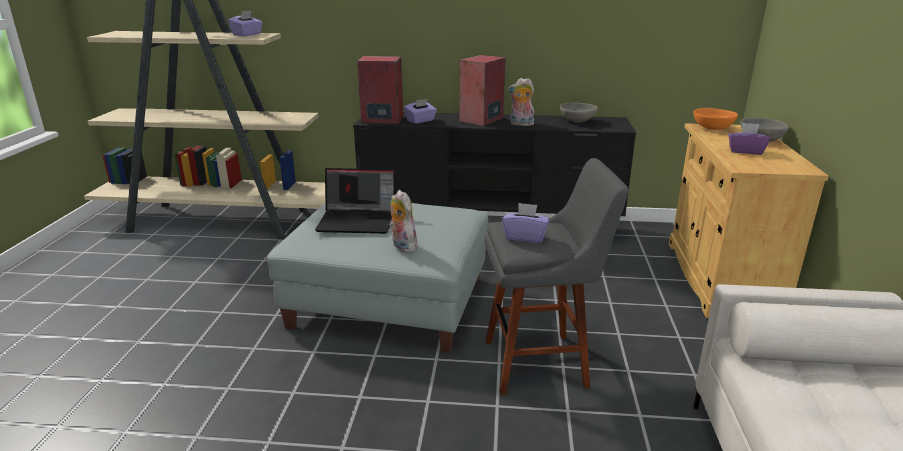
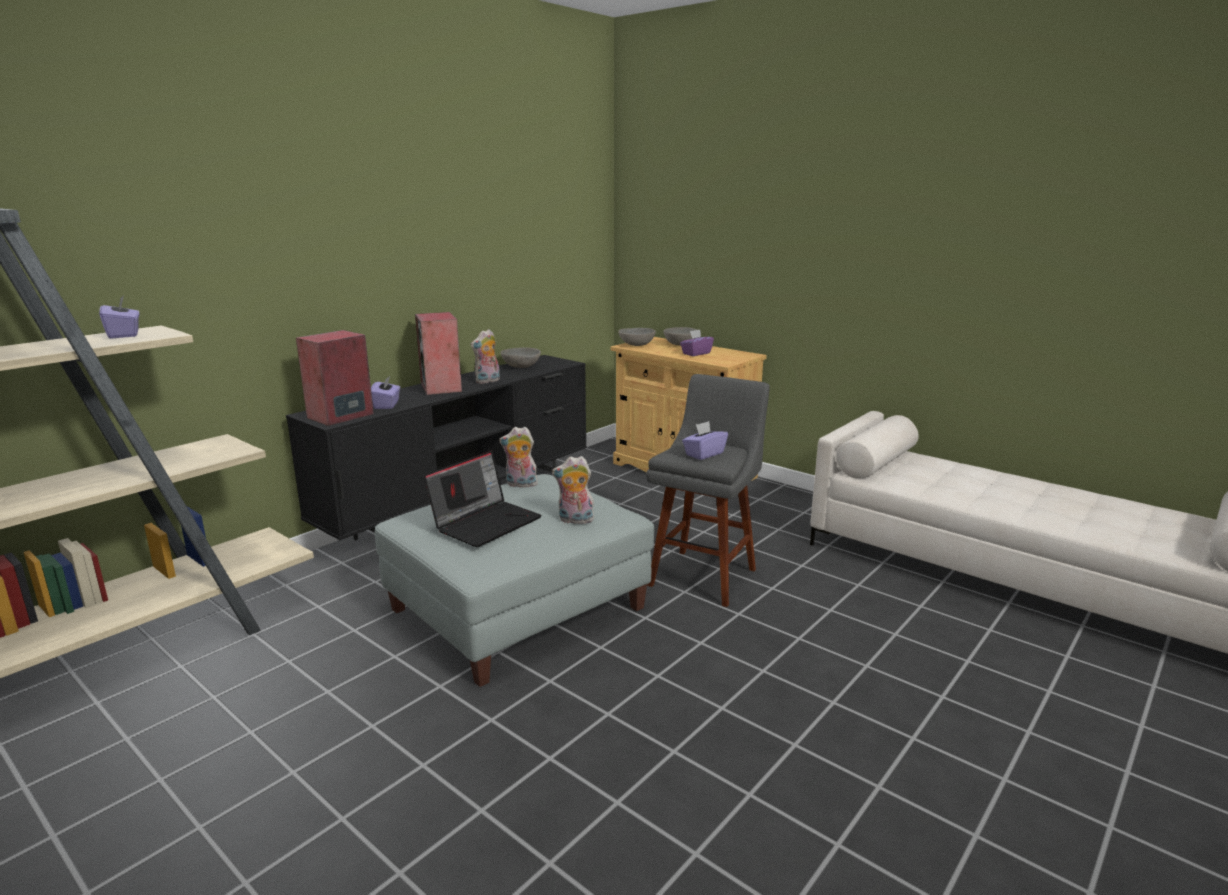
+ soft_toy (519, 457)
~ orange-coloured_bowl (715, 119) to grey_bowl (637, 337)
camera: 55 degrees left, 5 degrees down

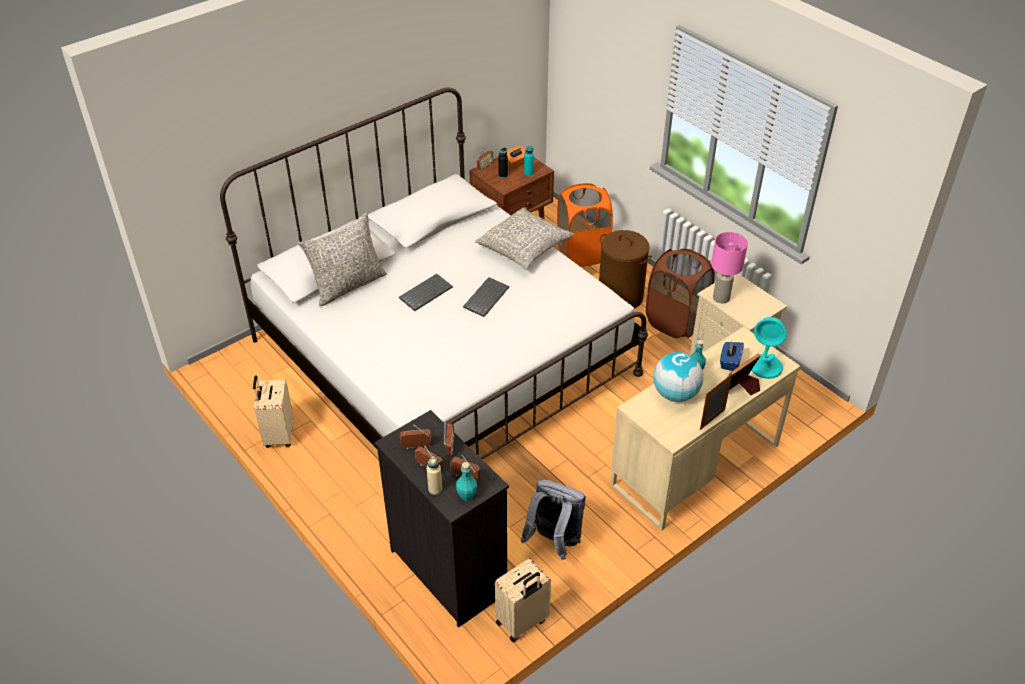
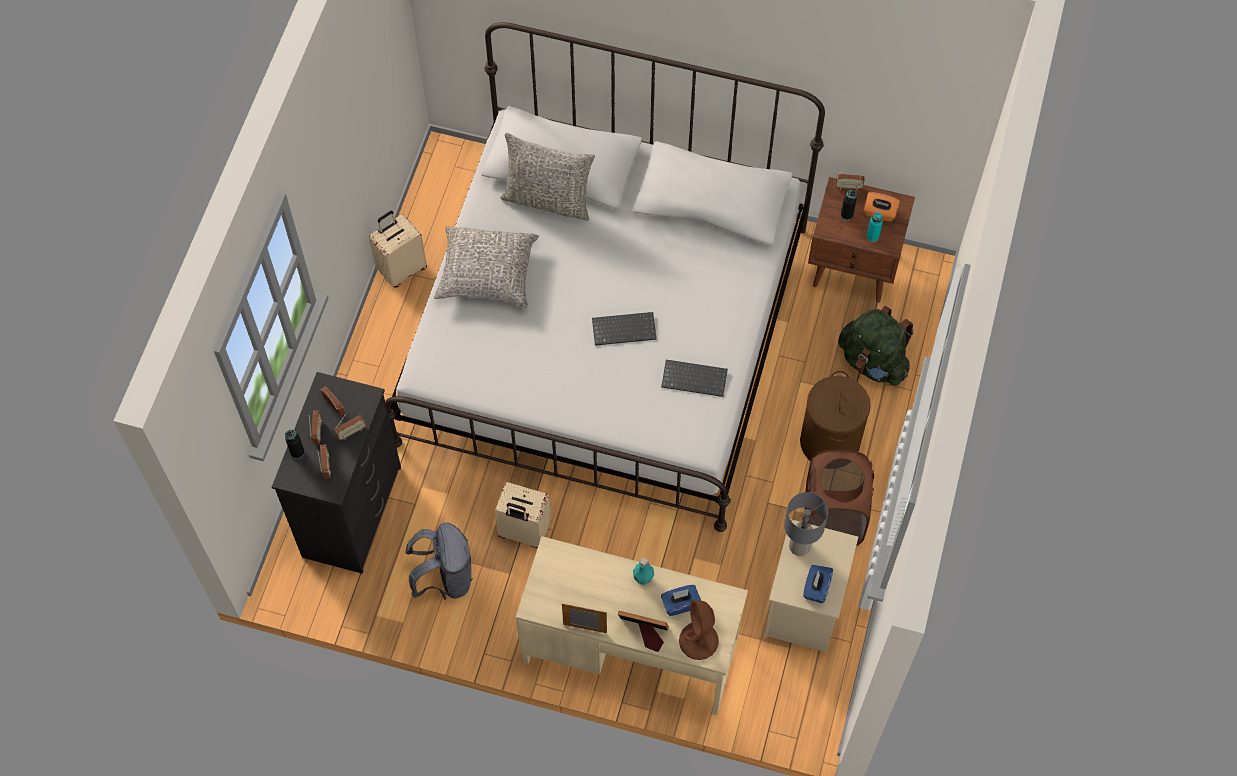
~ beige-coloured_beverage_bottle (434, 475) to blackish_beverage_bottle (295, 444)
~ grey_throw_pillow (524, 238) to (486, 267)
~ beige-coloured_suitcase (523, 600) to (523, 515)
~ keyboard (426, 292) to (694, 378)
~ turquoise-coloured_table_lamp (769, 348) to brown_table_lamp (699, 630)
~ pink_table_lamp (729, 267) to grey_table_lamp (806, 524)
+ blue_box_of_tissues (818, 584)
~ orange-coloured_laundry_basket (585, 225) to greenish_knapsack (876, 346)
- turquoise-coloured_beverage_bottle (466, 481)
- globe (678, 377)
camera: 55 degrees right, 20 degrees up

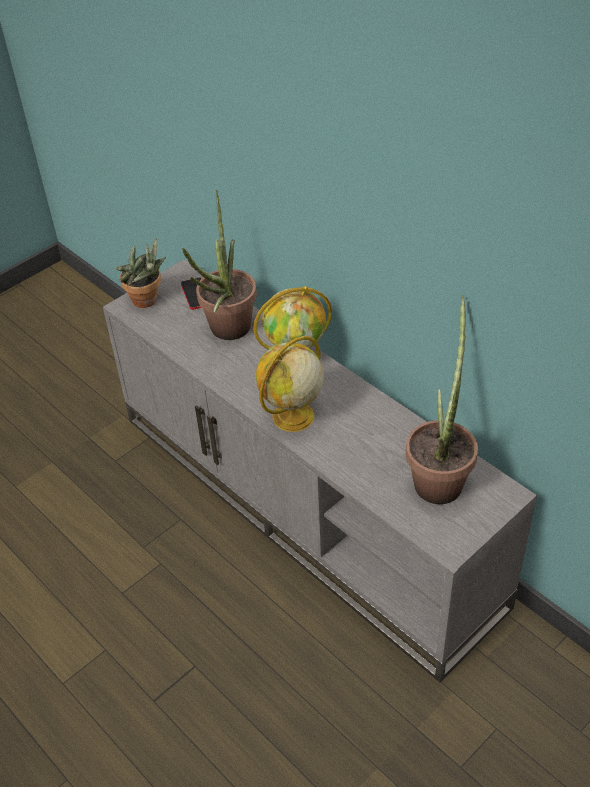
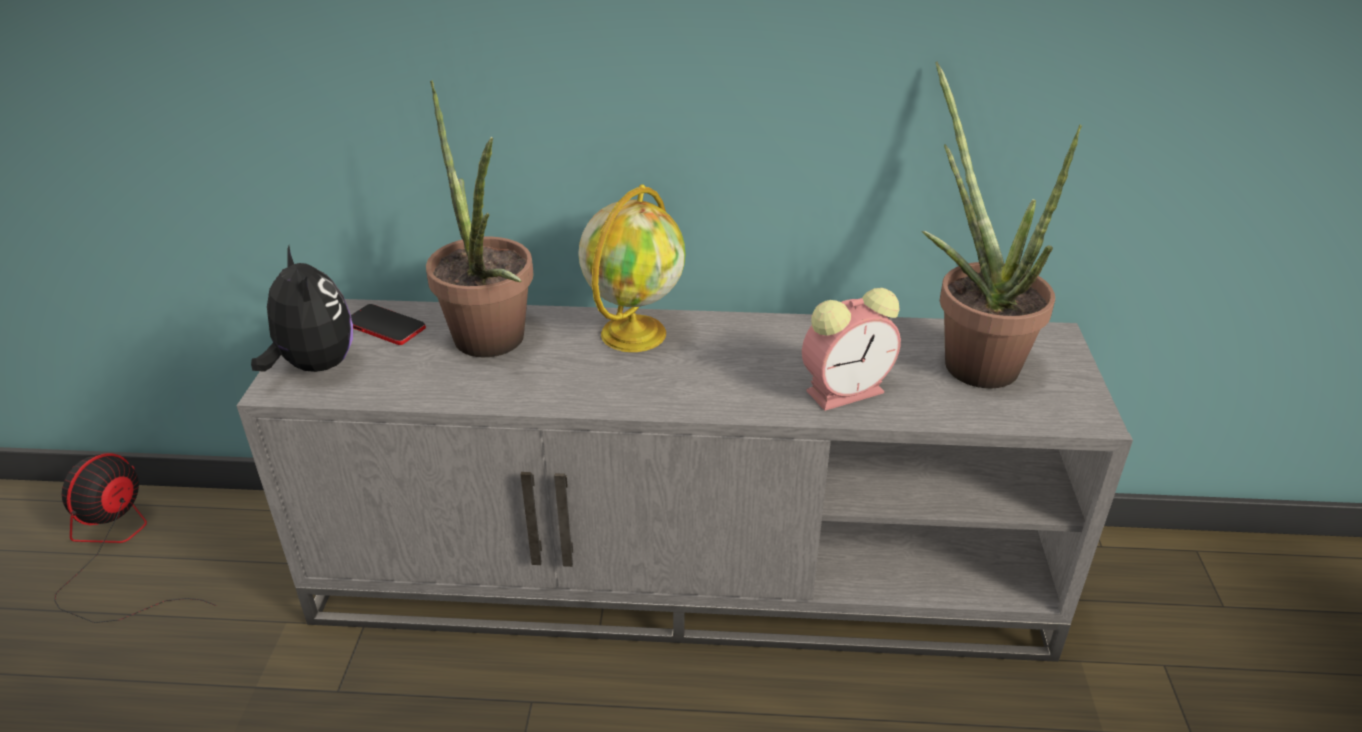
+ electric_fan (135, 538)
~ plant_in_a_pot (141, 272) to soft_toy (302, 309)
+ alarm_clock (851, 349)
- globe (290, 384)
camera: 45 degrees left, 10 degrees down

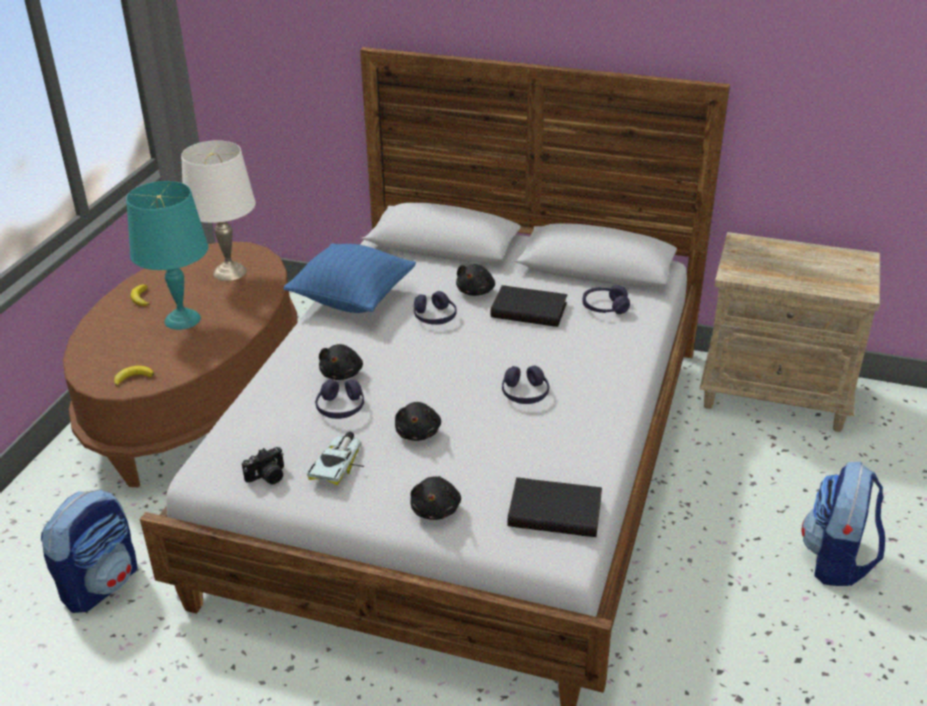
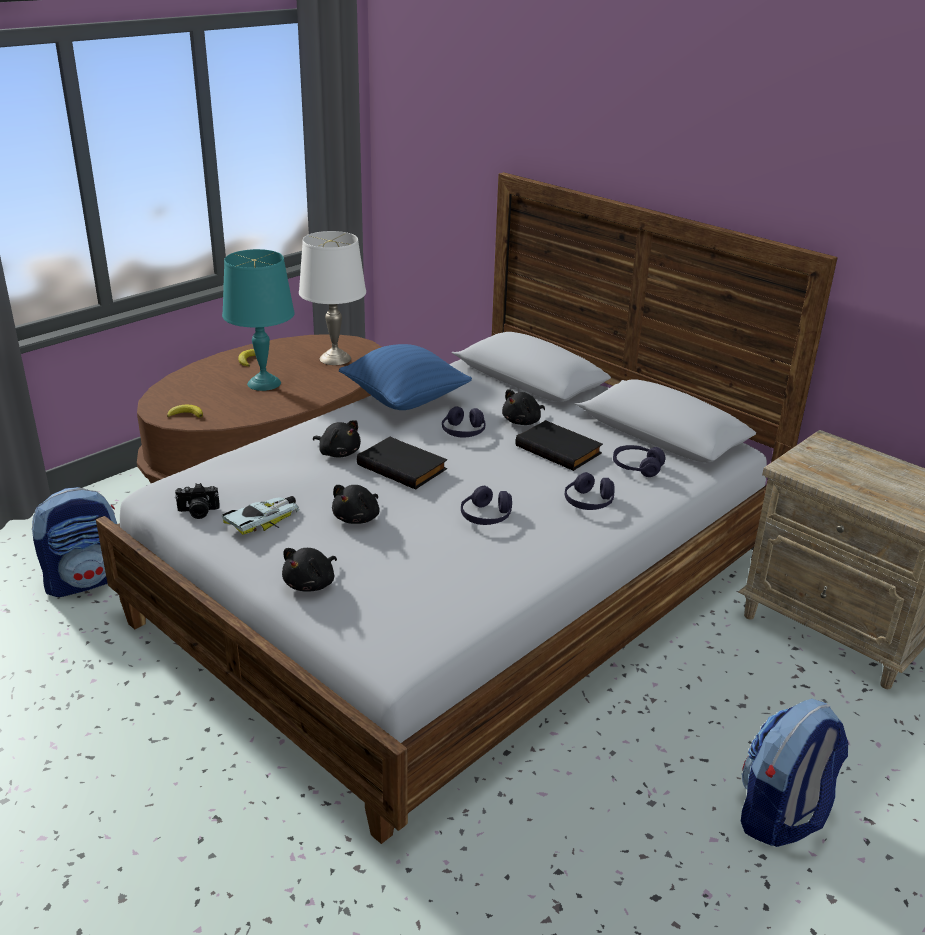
~ blackish_soft_toy (341, 362) = (337, 439) 90 degrees counterclockwise
~ blackish_volume (554, 507) to (402, 463)
~ purple_pair_of_headphones (339, 399) to (590, 491)
camera: 25 degrees right, 5 degrees down

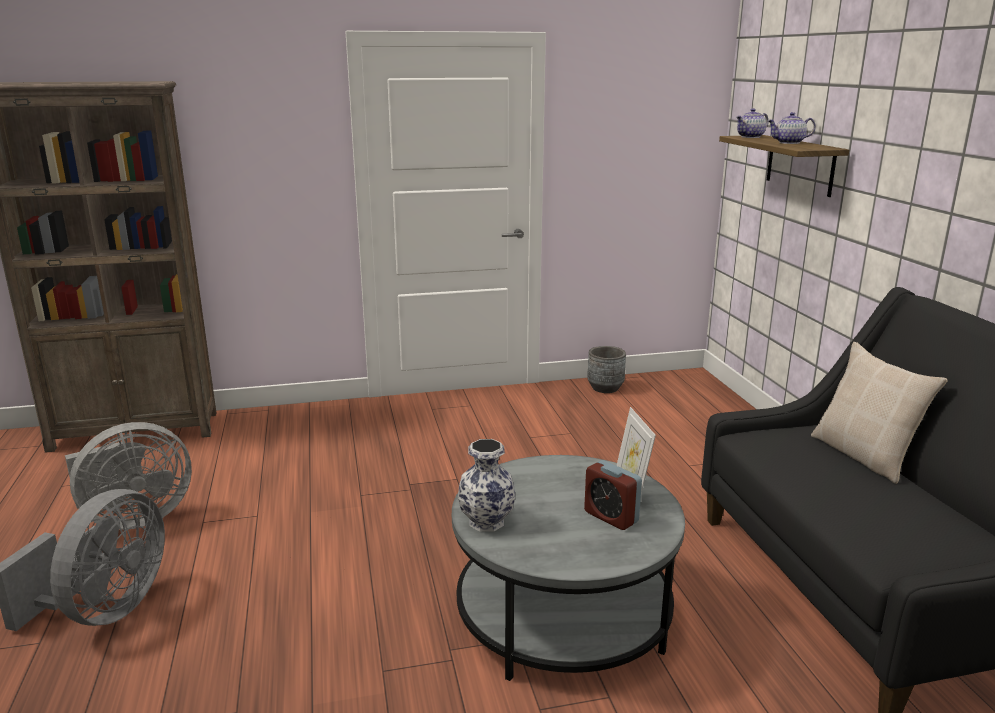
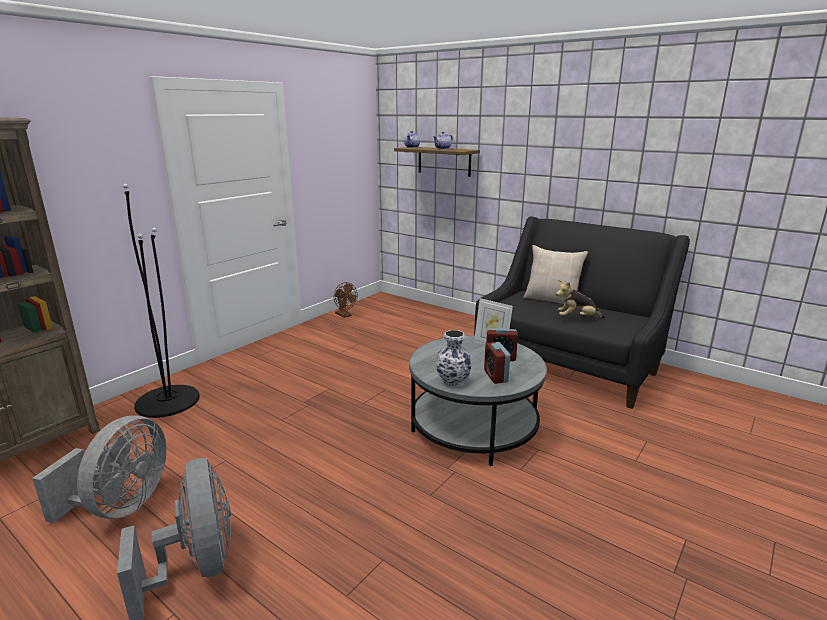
+ blackish_floor_lamp (161, 301)
~ grey_flower_pot (606, 369) to brown_electric_fan (346, 300)
+ alarm_clock (497, 363)
+ soft_toy (581, 299)
camera: 40 degrees left, 0 degrees up

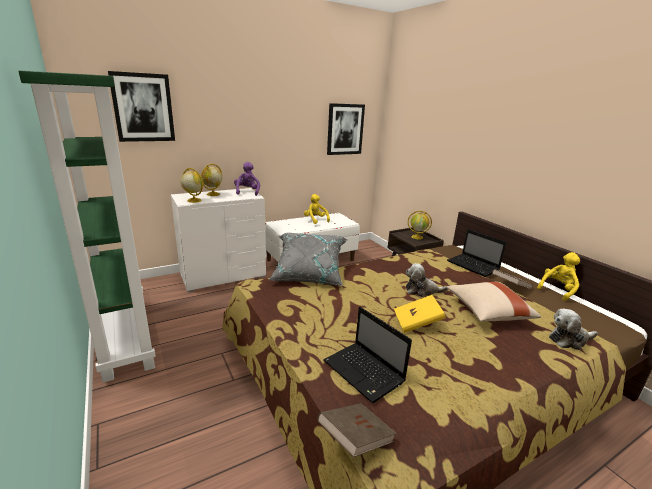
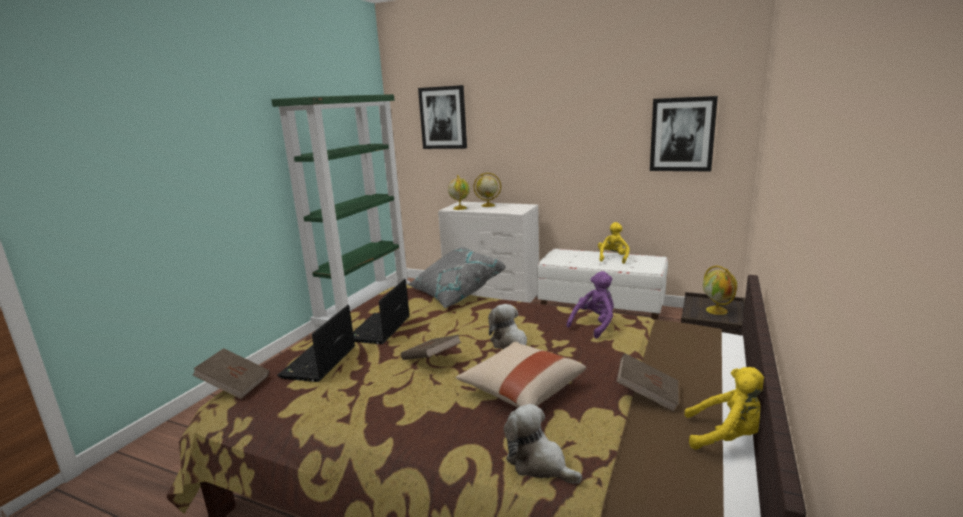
~ laptop (476, 253) to (381, 311)
~ yellow-coloured_volume (420, 314) to brown_volume (431, 347)
~ purple_soft_toy (247, 179) to (590, 305)
camera: 55 degrees right, 5 degrees down

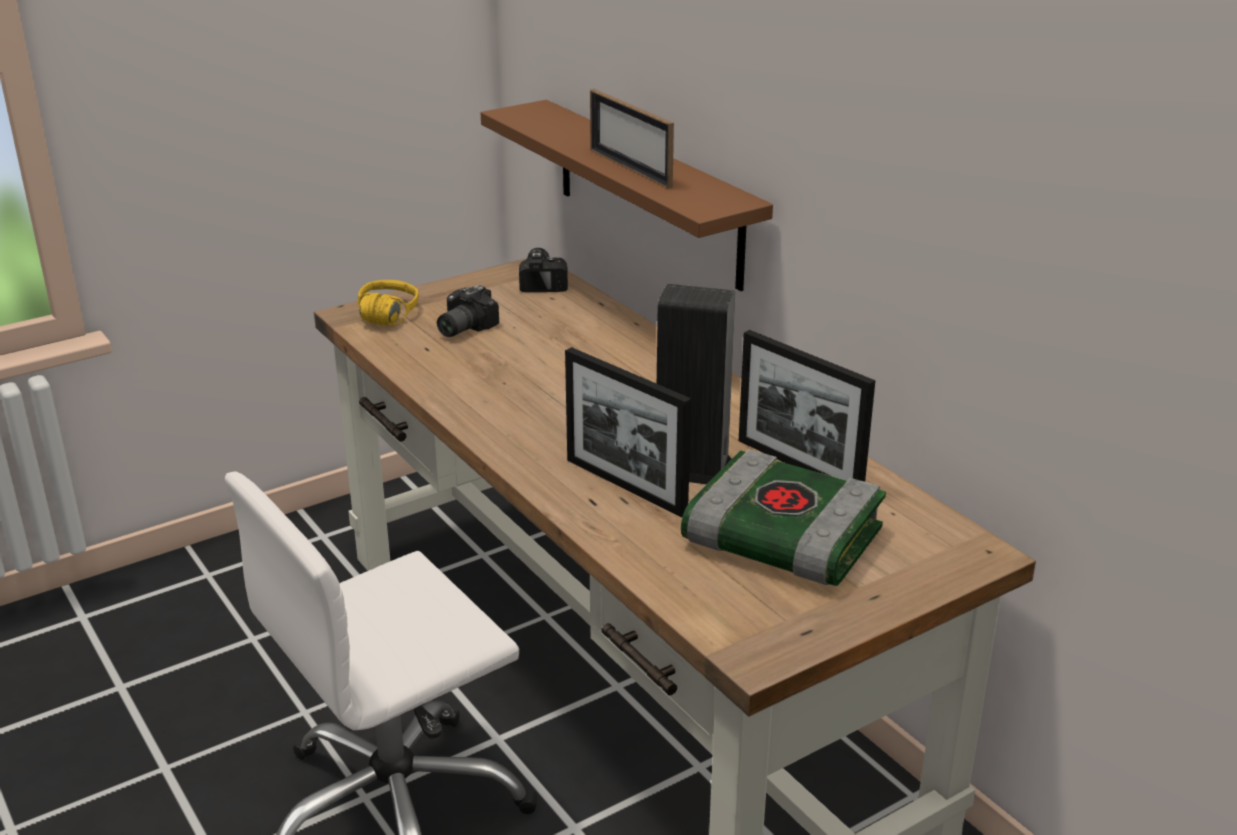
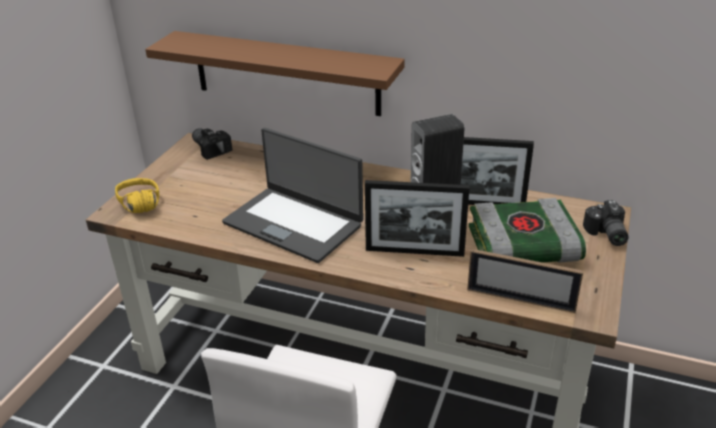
+ laptop (292, 195)
~ photo_frame (632, 138) to (525, 281)
~ still_camera (468, 311) to (606, 223)
camera: 35 degrees left, 5 degrees up

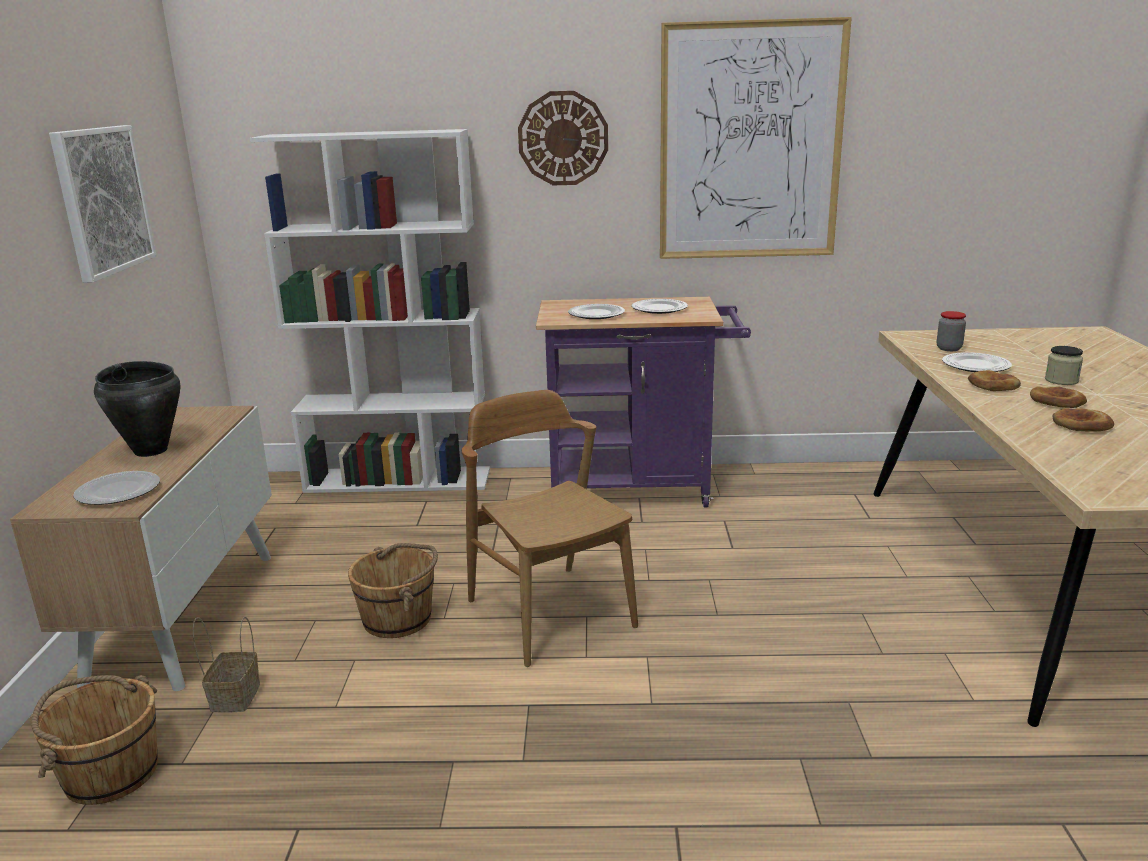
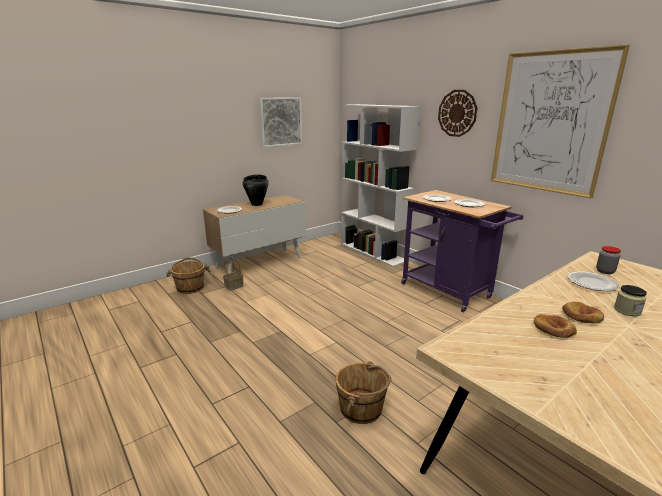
~ brown_water_bucket (393, 590) to (363, 393)
- brown_plain_chair (550, 528)
- bakery_bread (994, 380)
camera: 50 degrees right, 0 degrees up

